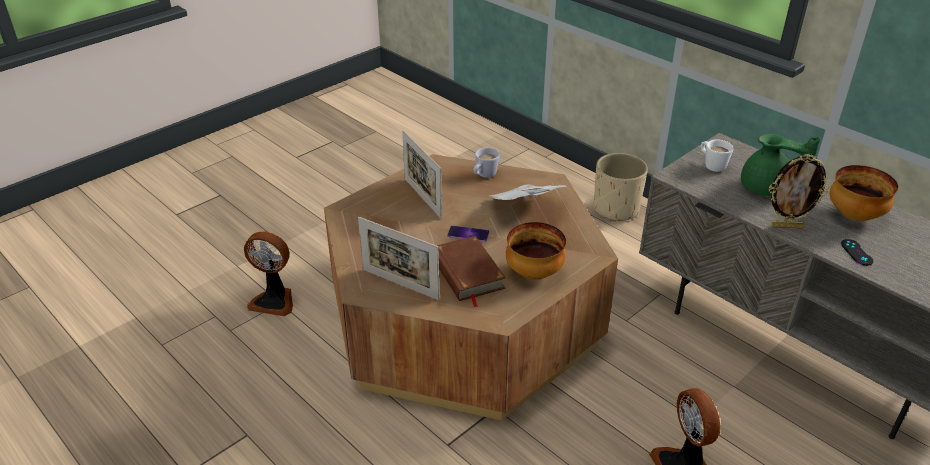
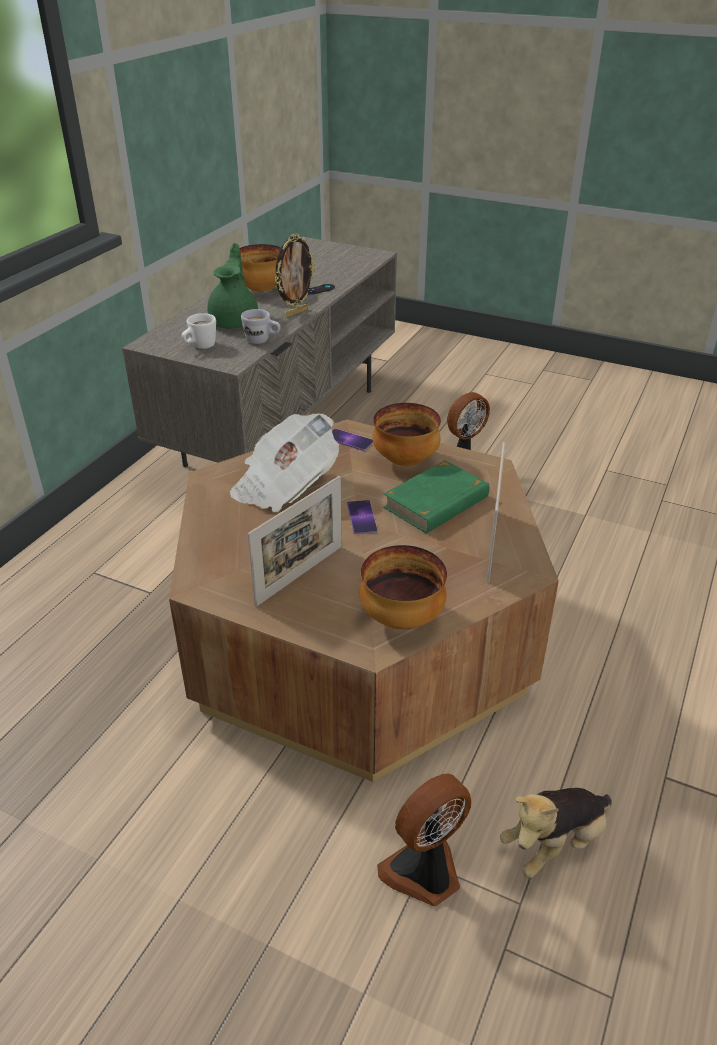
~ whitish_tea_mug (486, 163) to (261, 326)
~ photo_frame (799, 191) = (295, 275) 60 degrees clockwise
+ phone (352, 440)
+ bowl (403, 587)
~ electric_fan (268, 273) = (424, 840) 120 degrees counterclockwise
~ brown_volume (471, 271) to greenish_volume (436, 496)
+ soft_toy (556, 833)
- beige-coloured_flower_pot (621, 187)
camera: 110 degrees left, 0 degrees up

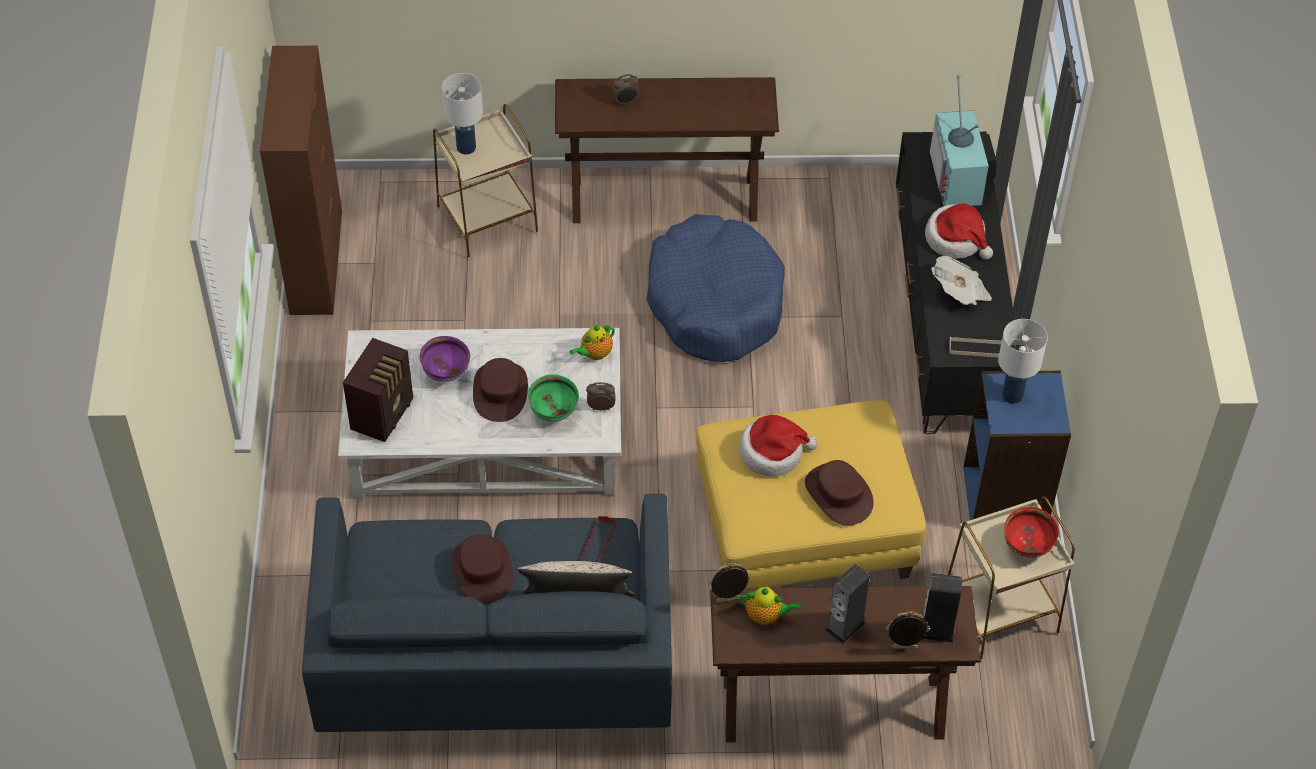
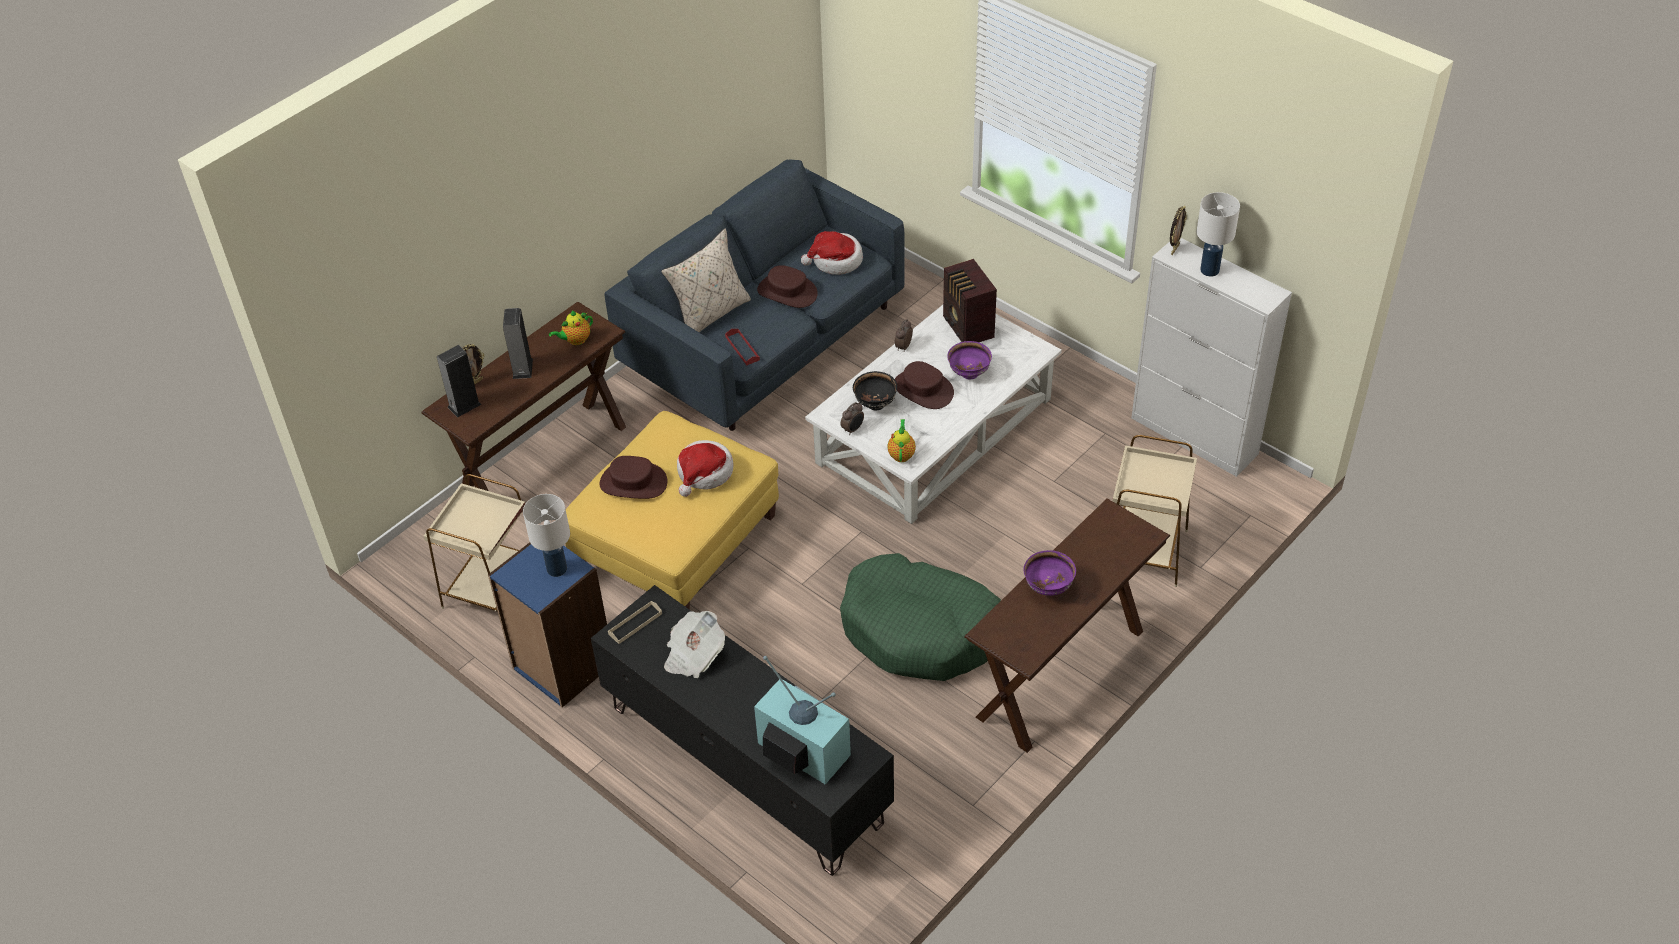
~ clothing_hat (959, 231) to (832, 253)
~ blue_dog_cushion (715, 288) to greenish_dog_cushion (920, 617)
~ greenish_bowl (553, 398) to blackish_bowl (875, 390)
~ alarm_clock (625, 90) to (904, 335)
+ purple_bowl (1049, 573)
~ brown_cupboard (301, 180) to whitish_cupboard (1211, 357)
~ photo_frame (729, 583) to (1178, 230)
~ whitish_table_lamp (462, 114) to (1218, 234)
- red-coloured_bowl (1031, 532)
camera: 135 degrees right, 5 degrees down

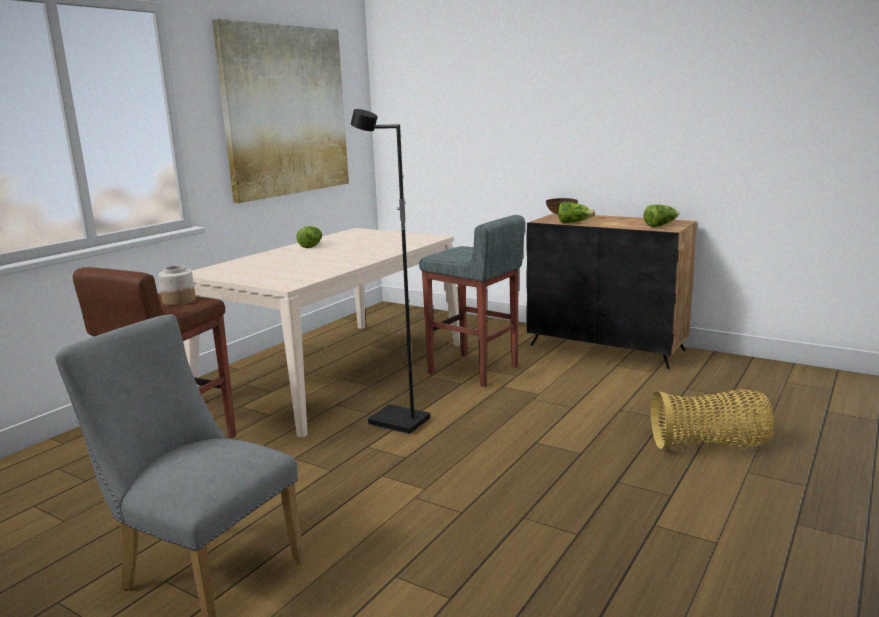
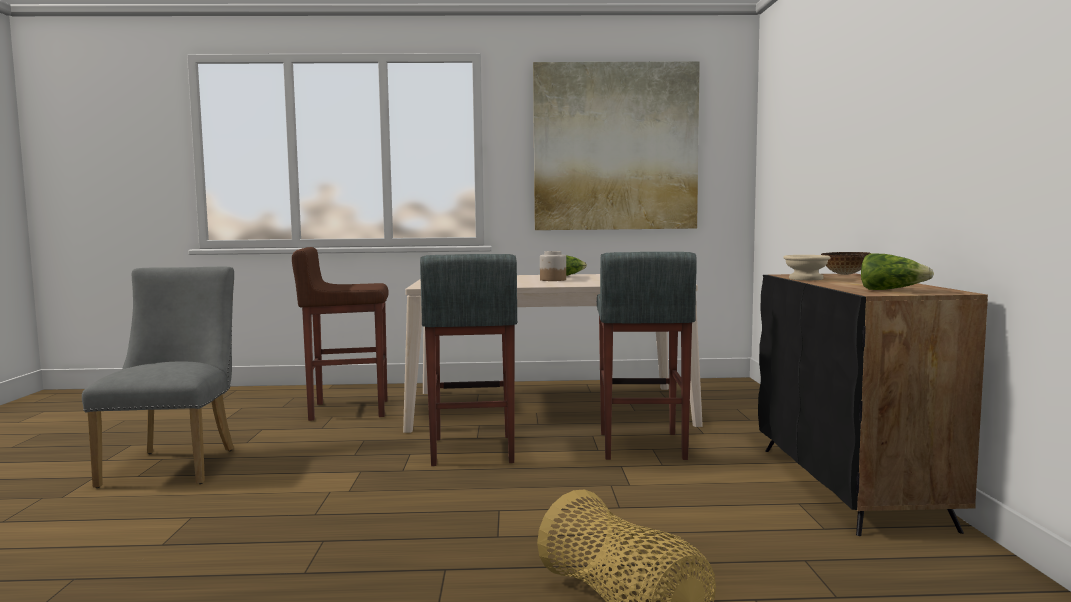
~ blackish_floor_lamp (390, 271) to grey_sitting_stool (468, 360)
~ preserve_jar (177, 285) to (553, 266)
~ lettuce (577, 212) to beige-coloured_bowl (807, 267)
camera: 55 degrees right, 10 degrees down

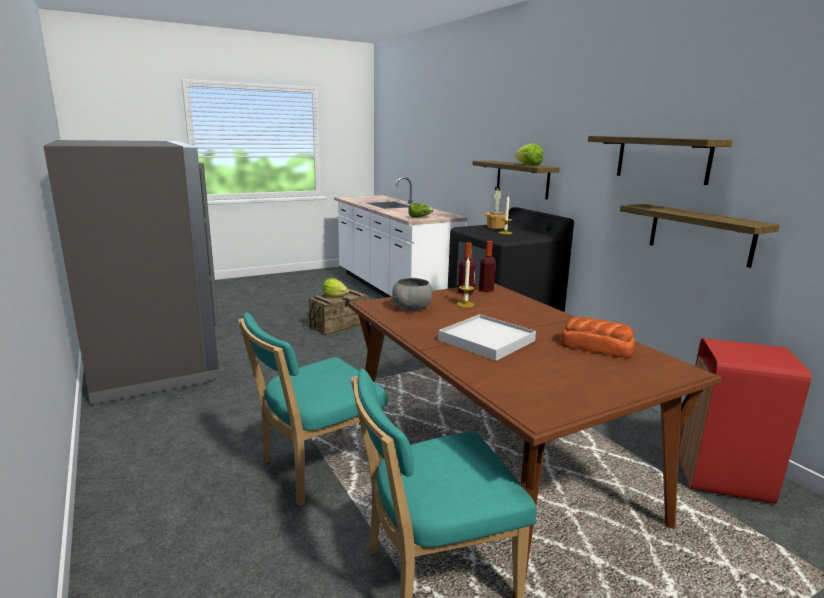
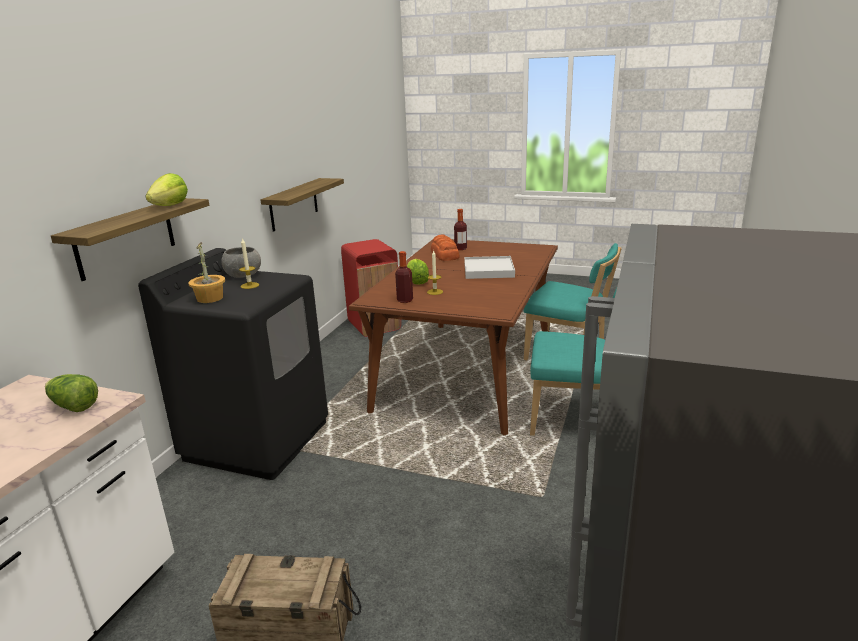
~ grey_bowl (412, 294) to (241, 262)
~ lettuce (335, 287) to (418, 272)
~ beverage_bottle (487, 266) to (460, 229)
- shelf (660, 160)
camera: 130 degrees left, 5 degrees up

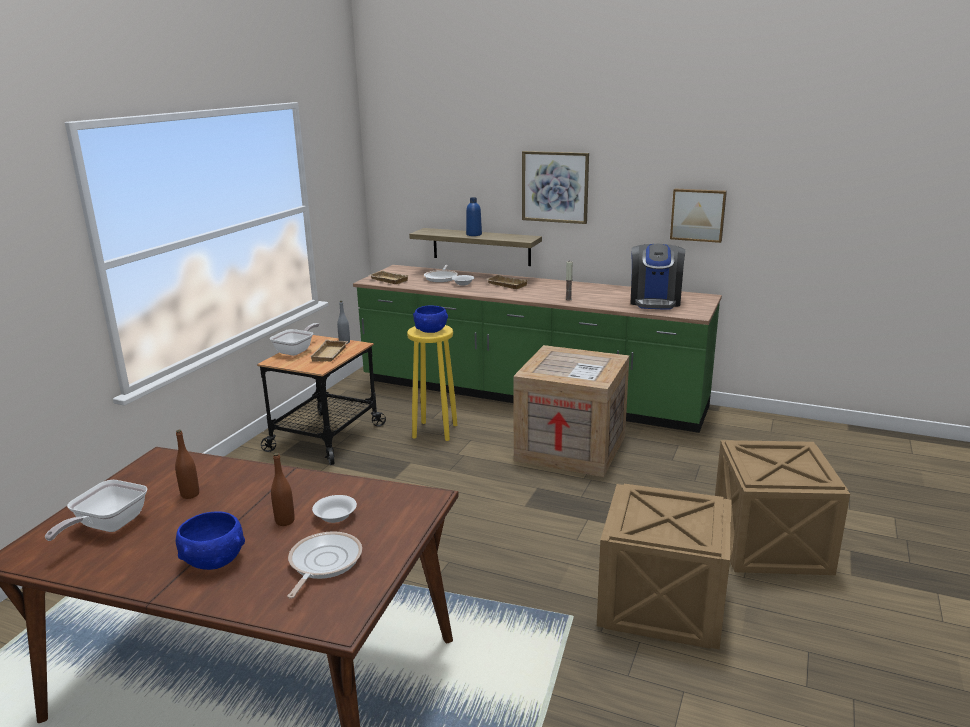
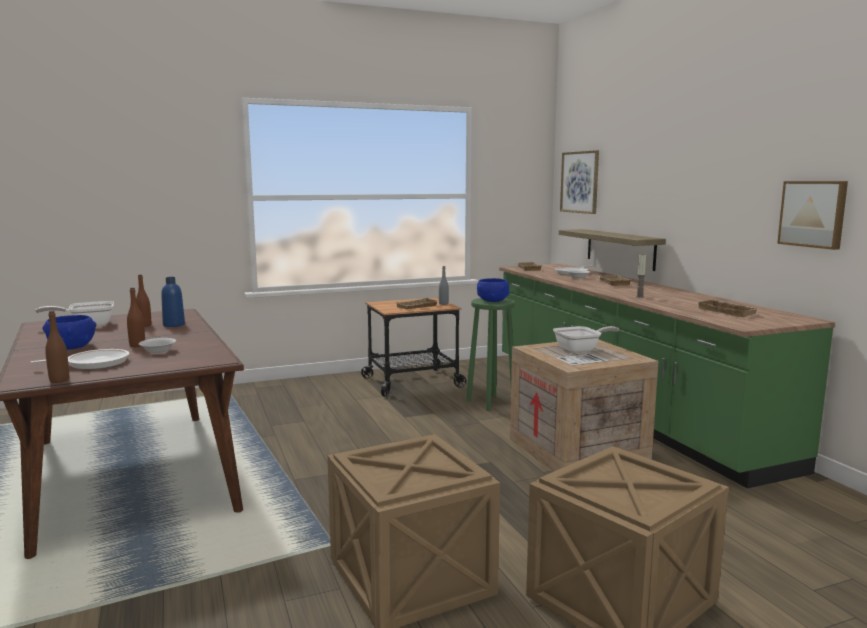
+ brown_beverage_bottle (57, 347)
~ blue_beverage_bottle (474, 216) to (173, 302)
~ yellow-coloured_sitting_stool (432, 383) to greenish_sitting_stool (491, 354)
~ pan (294, 339) to (586, 339)
~ wall_picture (555, 187) to (579, 182)
~ coffee_maker (657, 277) to beige-coloured_tray (728, 308)
camera: 45 degrees right, 10 degrees down

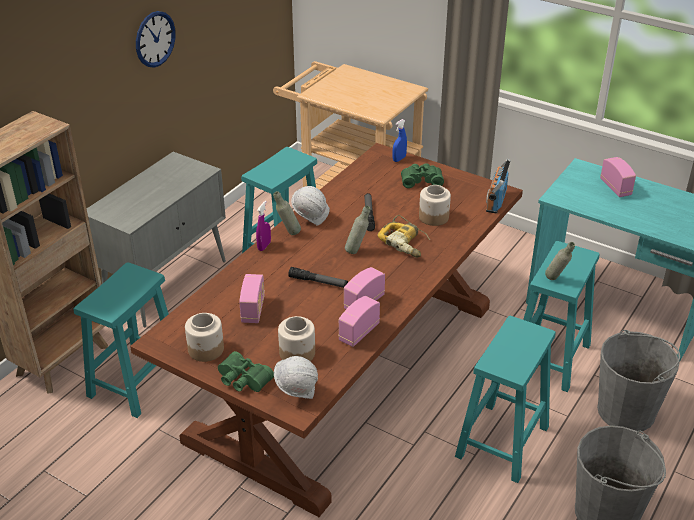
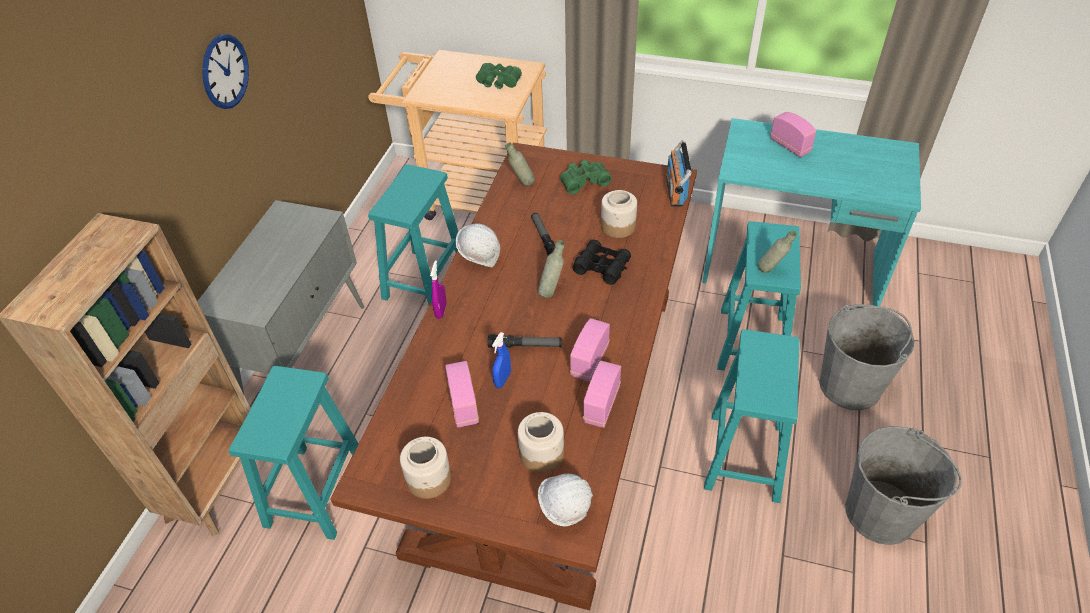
~ greenish_binoculars (246, 371) to (499, 76)
~ blue_spray_bottle (399, 140) to (501, 360)
~ grey_beverage_bottle (287, 213) to (520, 164)
~ power_drill (403, 236) to blackish_binoculars (602, 262)
camera: 15 degrees left, 10 degrees up

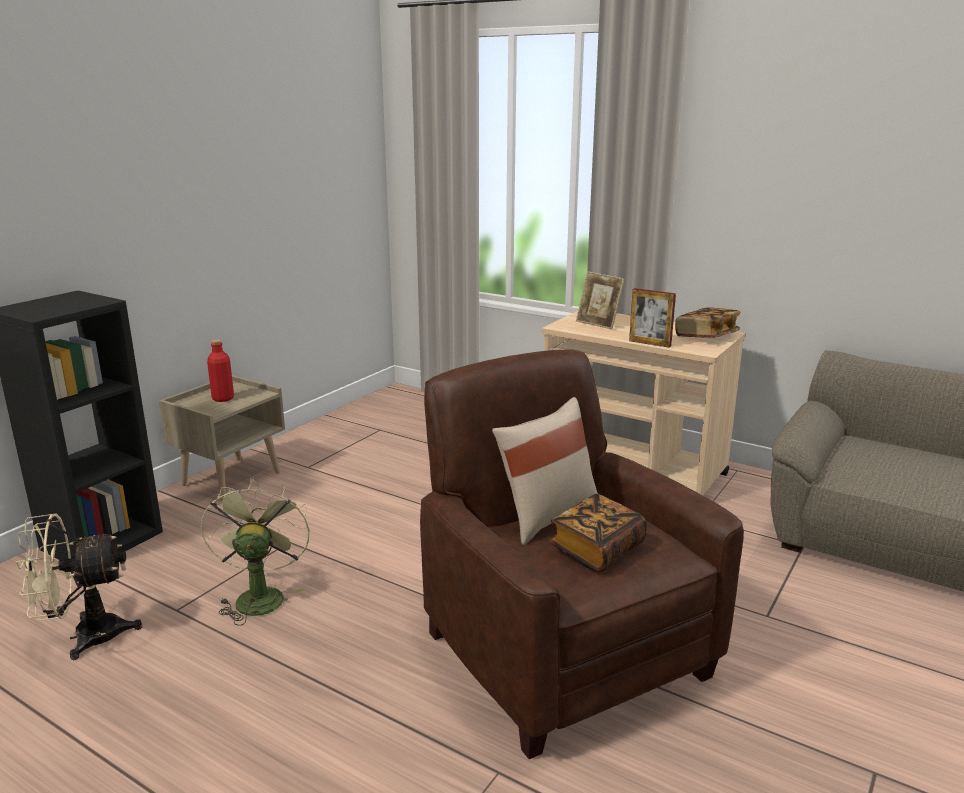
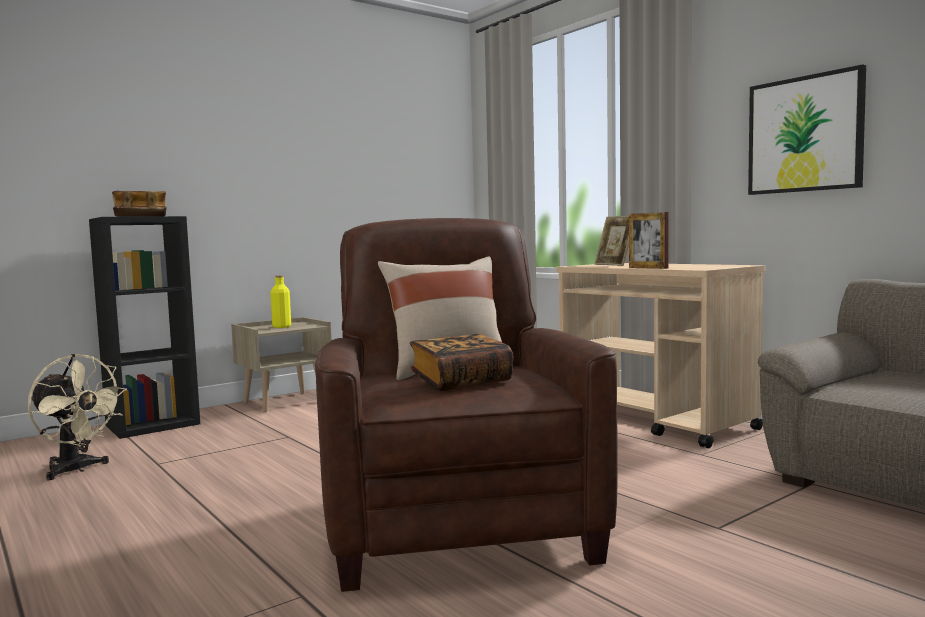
~ beige-coloured_electric_fan (79, 586) = (77, 417) 150 degrees counterclockwise
~ volume (707, 322) to (139, 204)
~ red-coloured_beverage_bottle (220, 371) to yellow-coloured_beverage_bottle (280, 301)
+ wall_picture (807, 129)
- greenish_electric_fan (255, 552)
camera: 20 degrees right, 15 degrees down

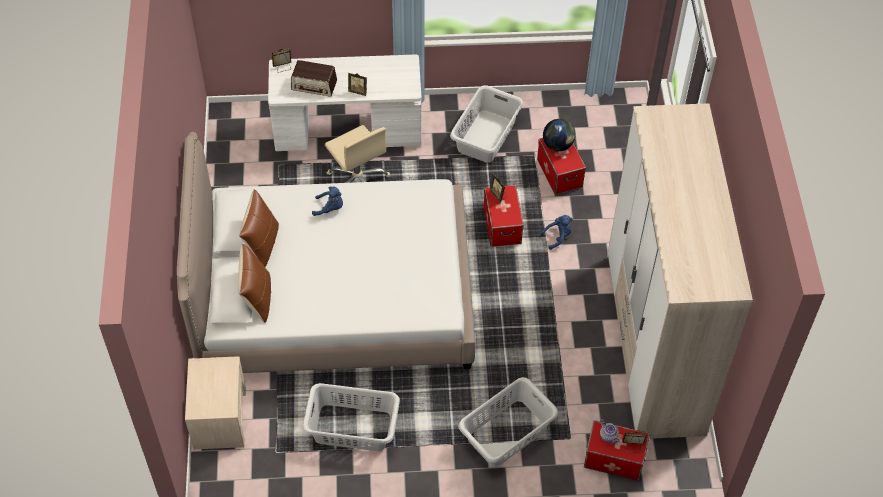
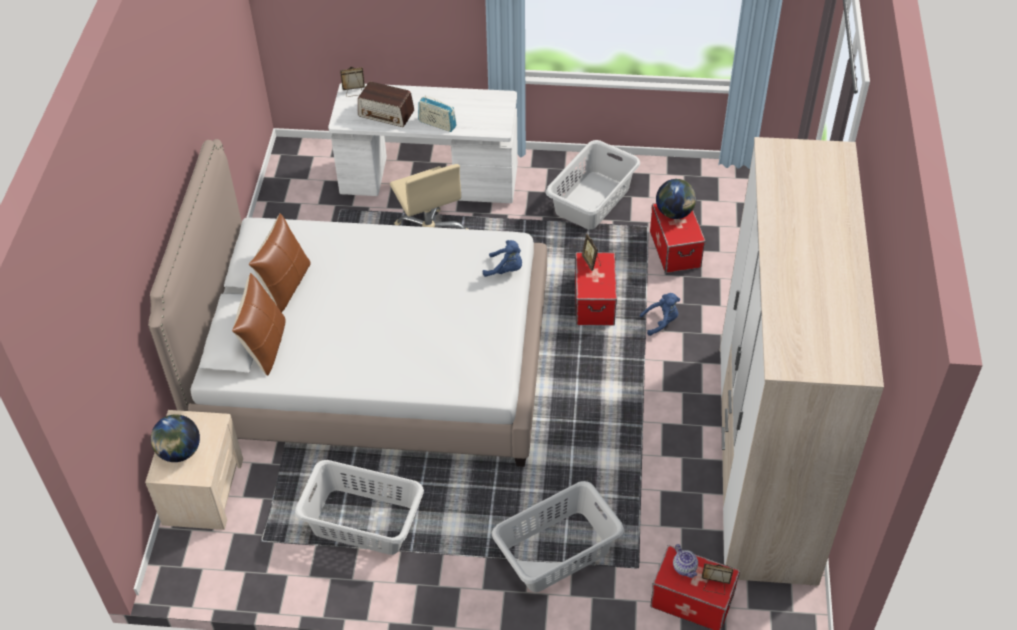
+ globe (175, 438)
~ photo_frame (357, 84) to radio_set (437, 113)
~ blue_soft_toy (327, 201) to (502, 258)
camera: 10 degrees right, 5 degrees down

